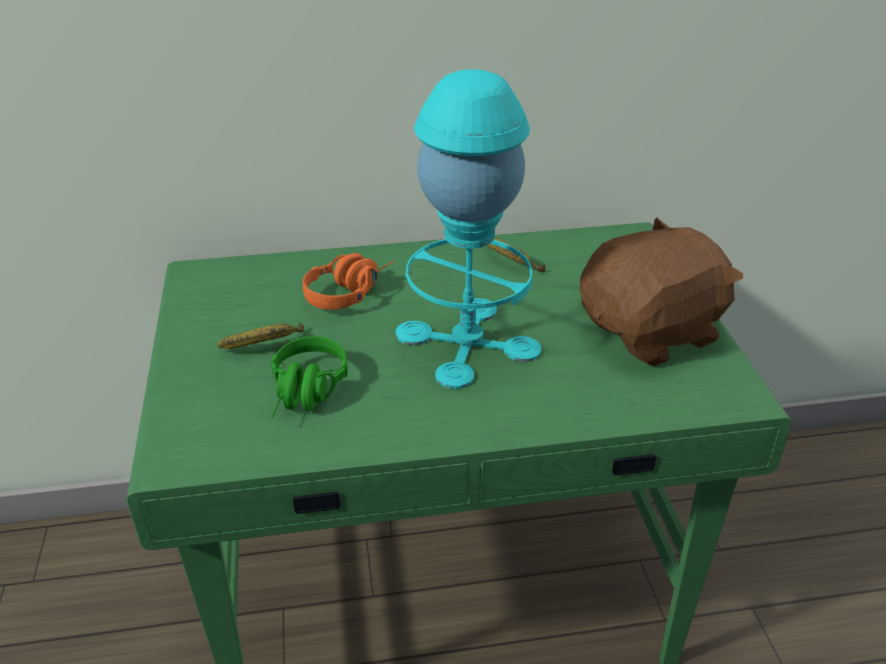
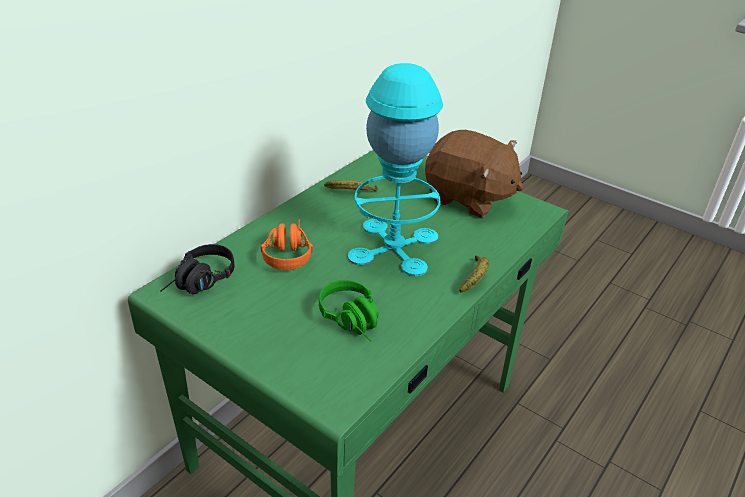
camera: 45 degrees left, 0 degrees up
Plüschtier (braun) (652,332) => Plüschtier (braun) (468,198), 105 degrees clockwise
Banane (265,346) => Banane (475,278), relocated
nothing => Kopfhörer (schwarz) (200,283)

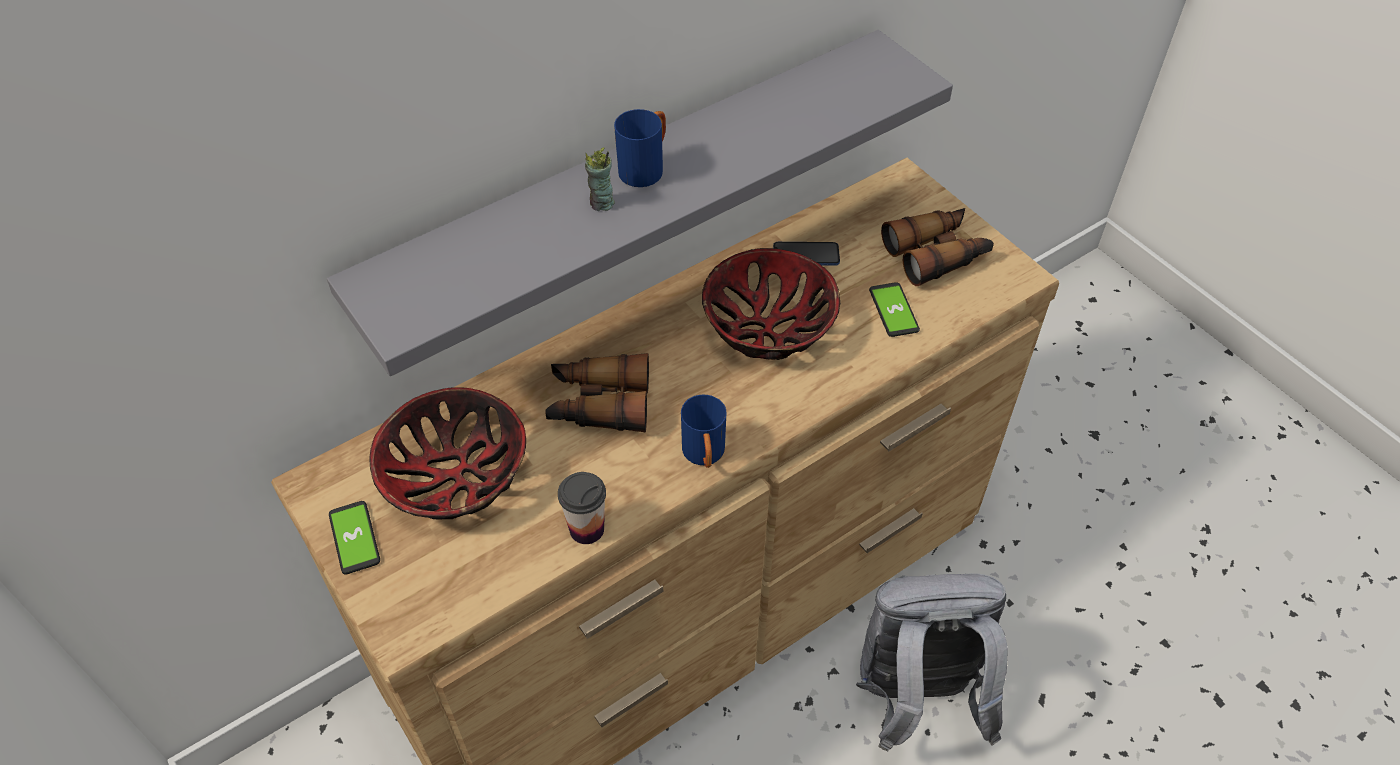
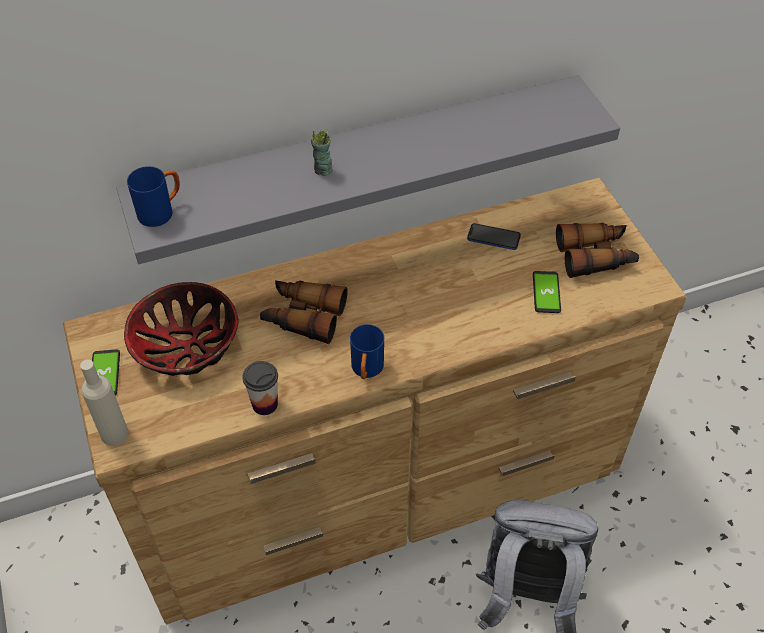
camera: 15 degrees right, 0 degrees up
Henkelbecher (blau) (646,168) => Henkelbecher (blau) (161,211), relocated
Schüssel (767,325) => nothing
nothing => Flasche (beige) (114,434)

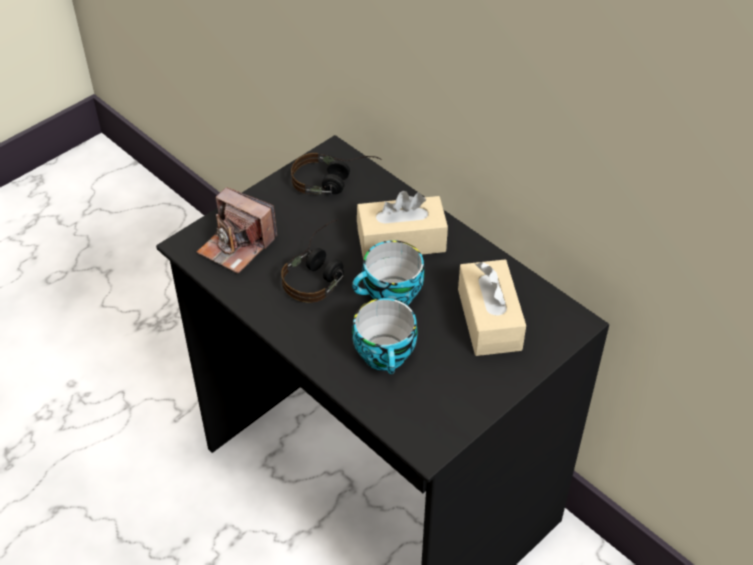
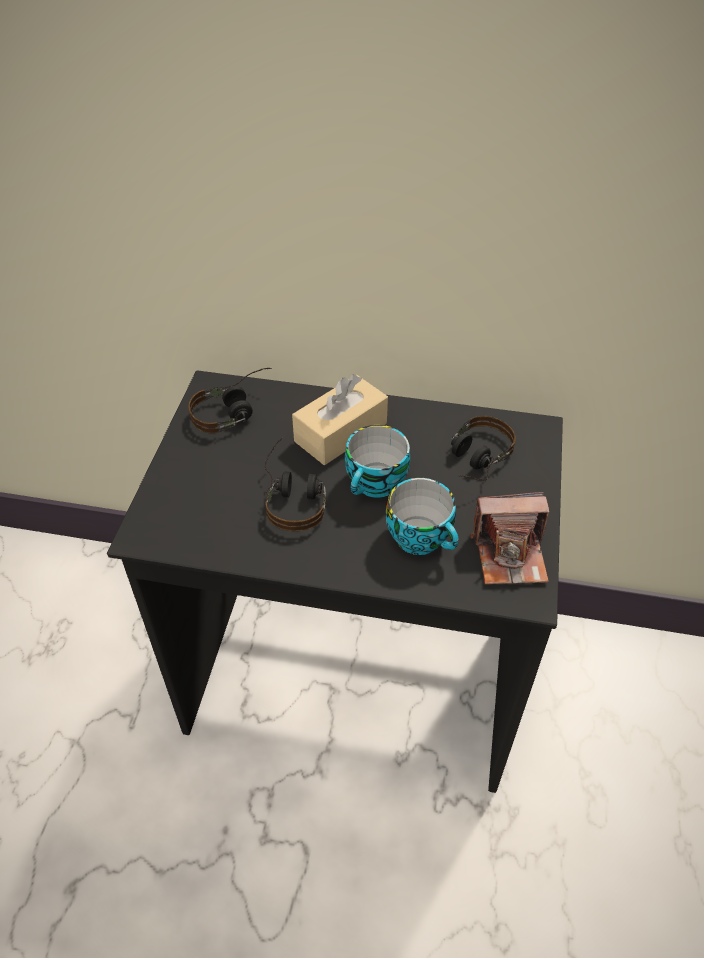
camera: 35 degrees left, 0 degrees up
Kamera (237,246) => Kamera (510,555), relocated
Taschentuchbox (beige) (489,319) => Kopfhörer (474,461)

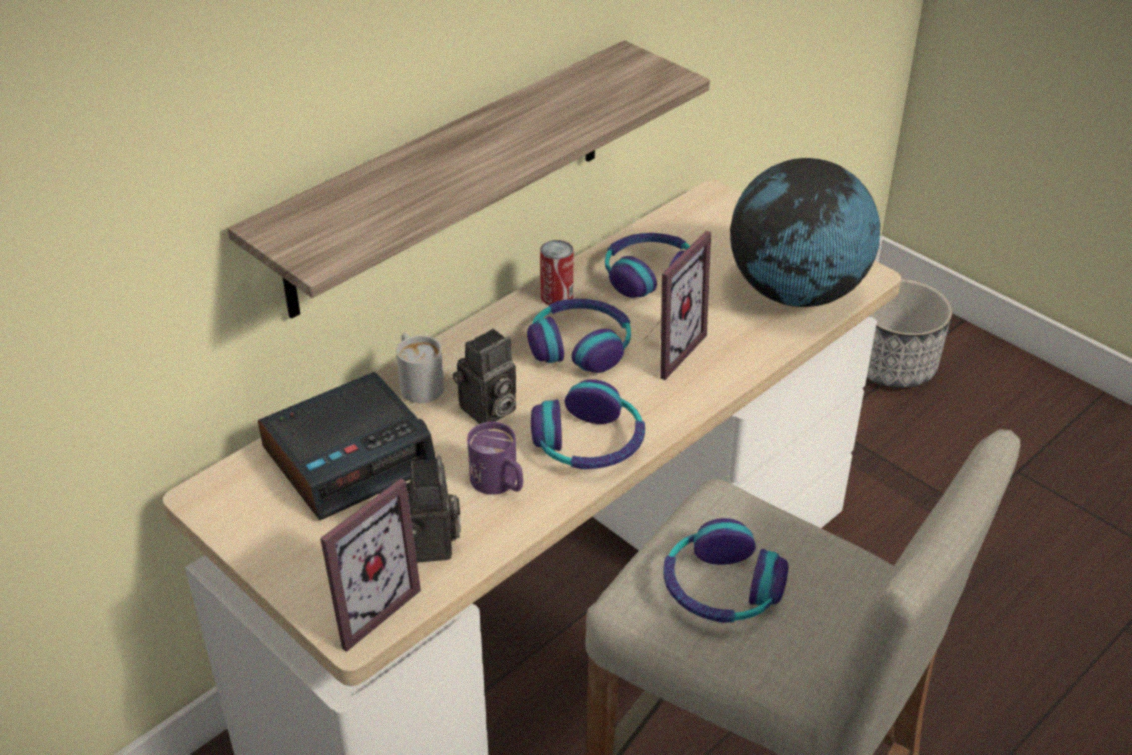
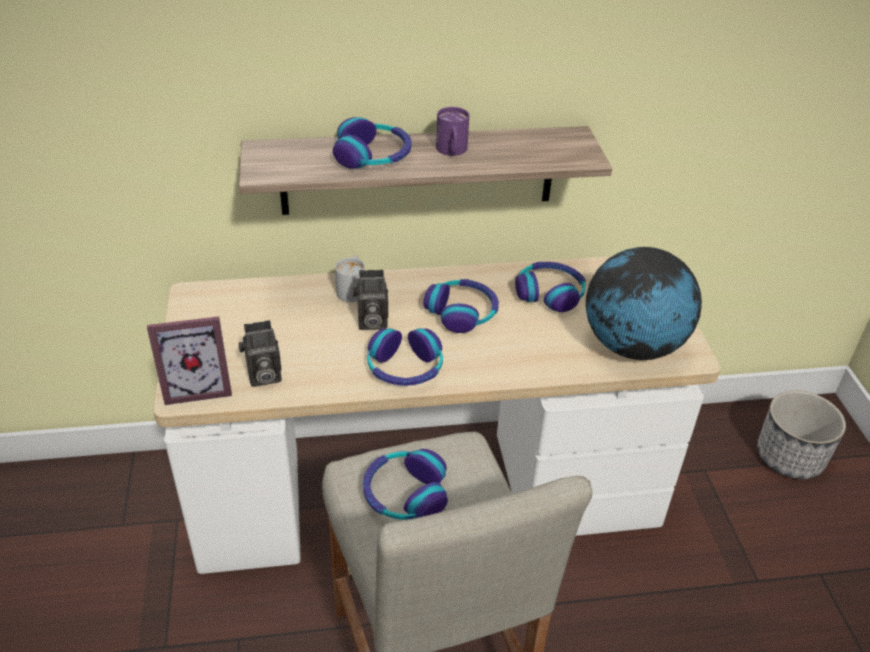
camera: 35 degrees right, 0 degrees up
Bilderrahmen (665,349) => nothing
Dose (557,296) => nothing
Wecker (350,457) => nothing
Henkelbecher (lila) (500,484) => Henkelbecher (lila) (452,151), relocated
Kamera (432,546) => Kamera (262,376), 45 degrees clockwise
nothing => Kopfhörer (373,156)

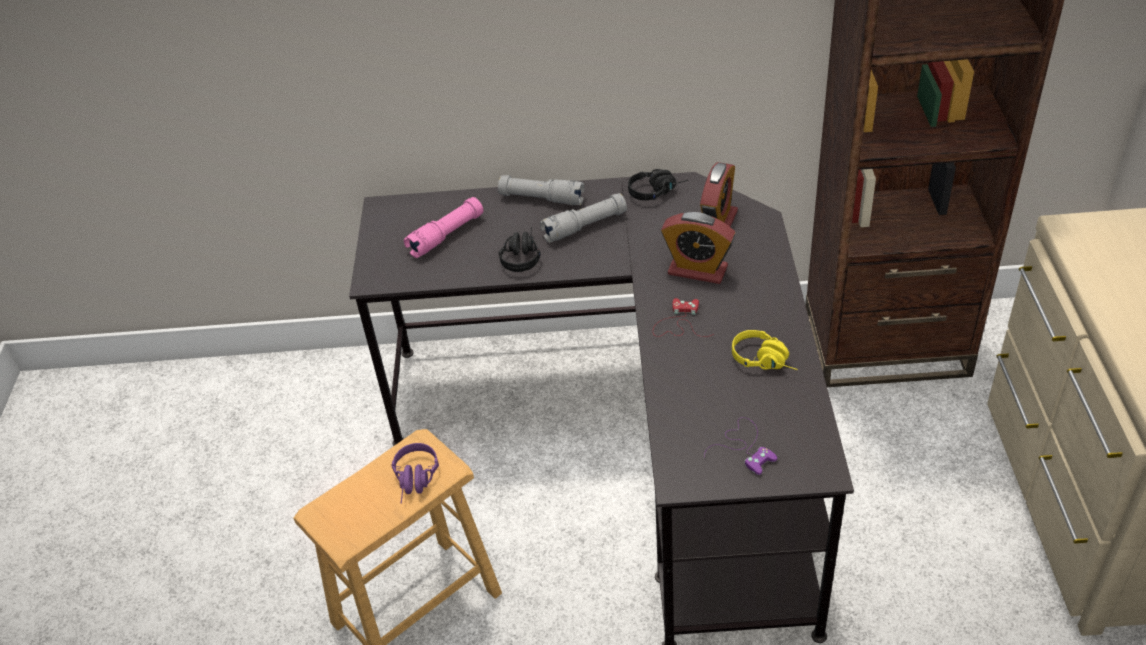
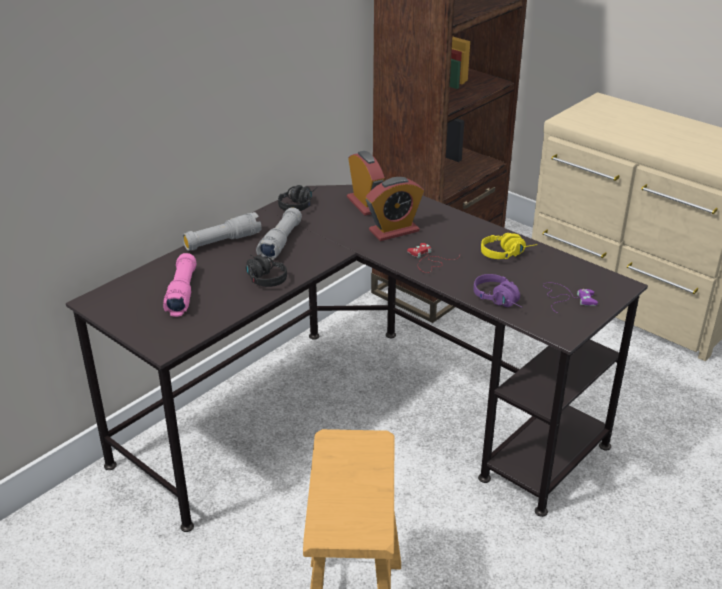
camera: 50 degrees left, 10 degrees down
Kopfhörer (lila) (416,481) => Kopfhörer (lila) (501,300), relocated

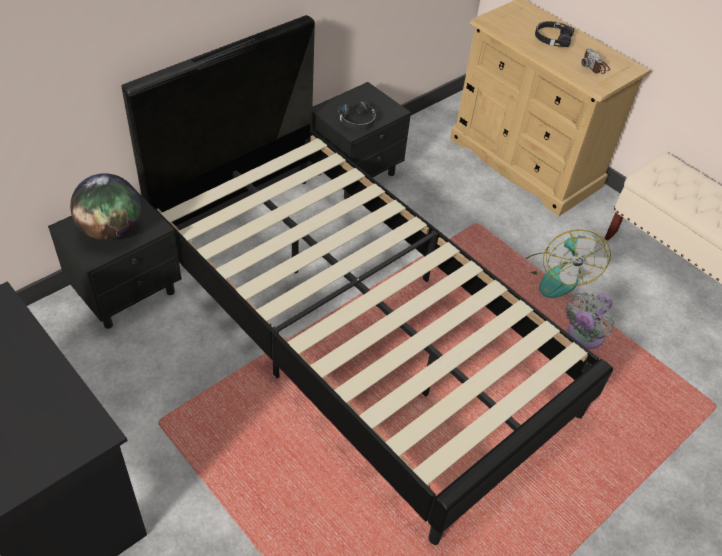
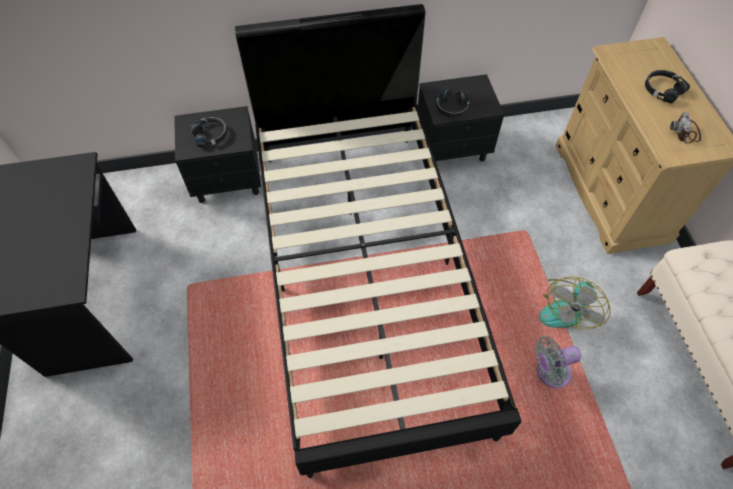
camera: 35 degrees right, 10 degrees up
Globus (111,231) => Kopfhörer (schwarz) (210,135)

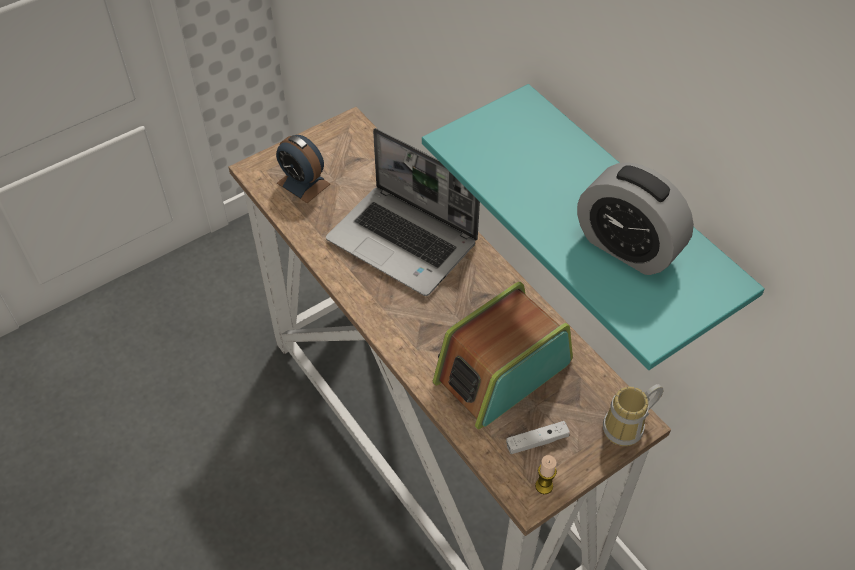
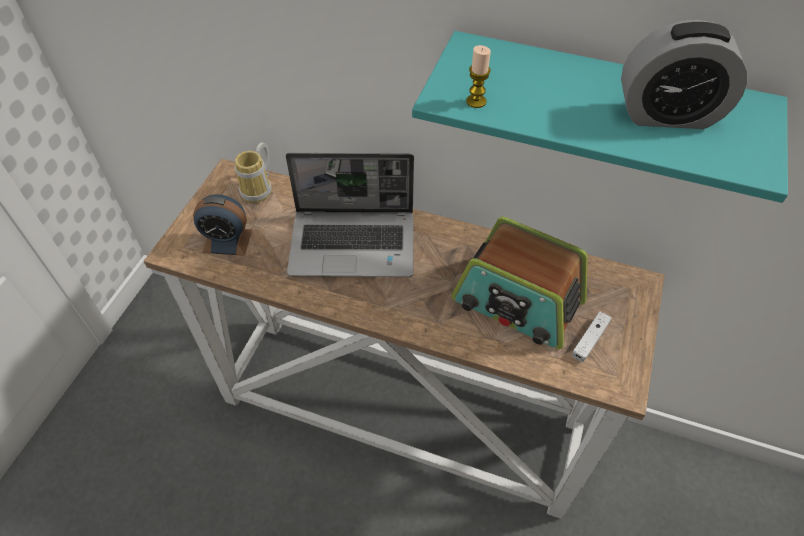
camera: 35 degrees left, 0 degrees up
Radio (501,371) => Radio (517,302), 75 degrees counterclockwise
Henkelbecher (629,428) => Henkelbecher (260,189), relocated
Kerze (544,486) => Kerze (476,101), relocated

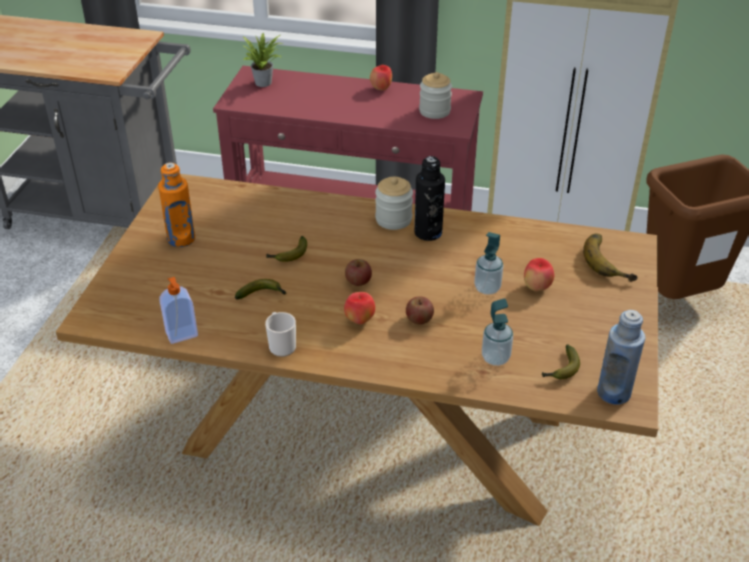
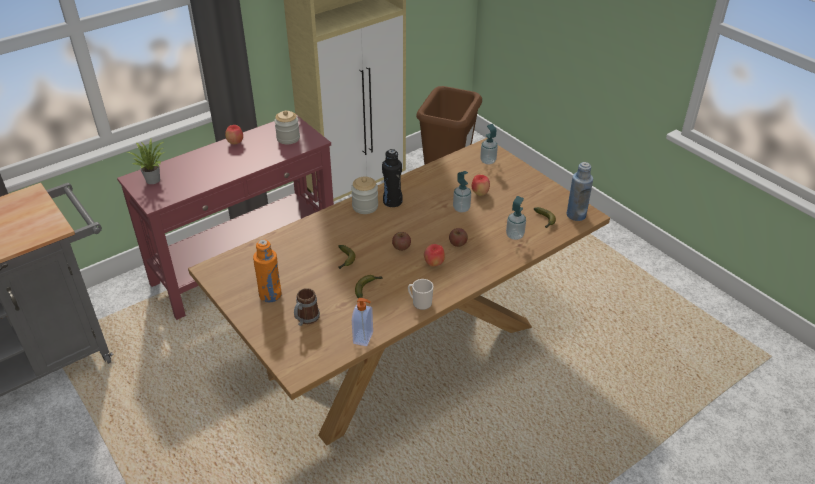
camera: 50 degrees left, 0 degrees up
Banane (610,260) => Seifenspender (488,161)
nothing => Henkelbecher (305,319)

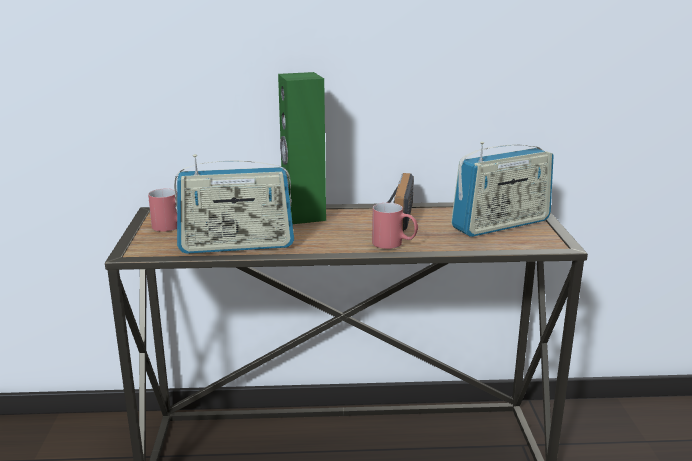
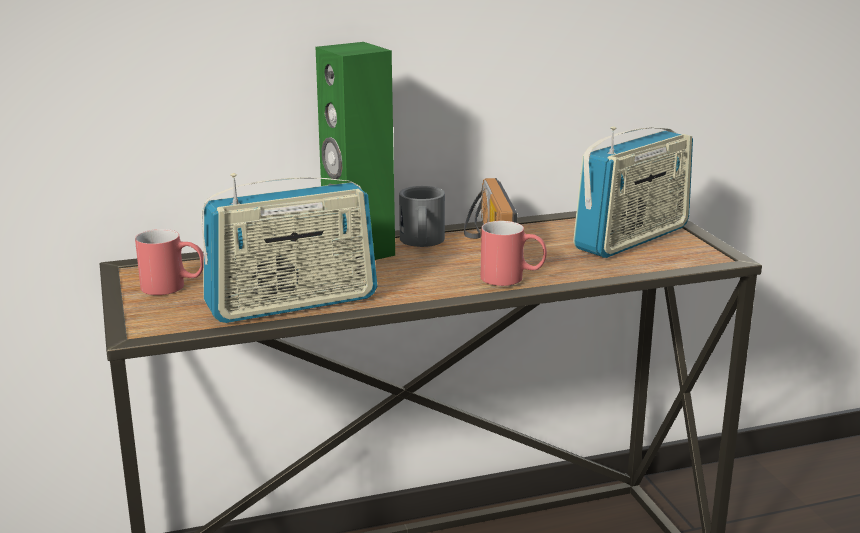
camera: 15 degrees left, 0 degrees up
nothing => Henkelbecher (grau) (422,242)

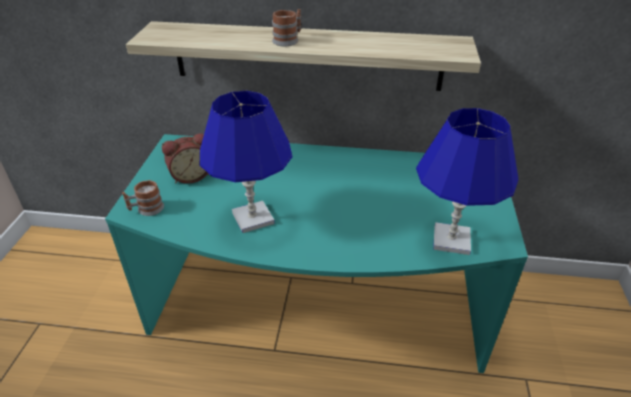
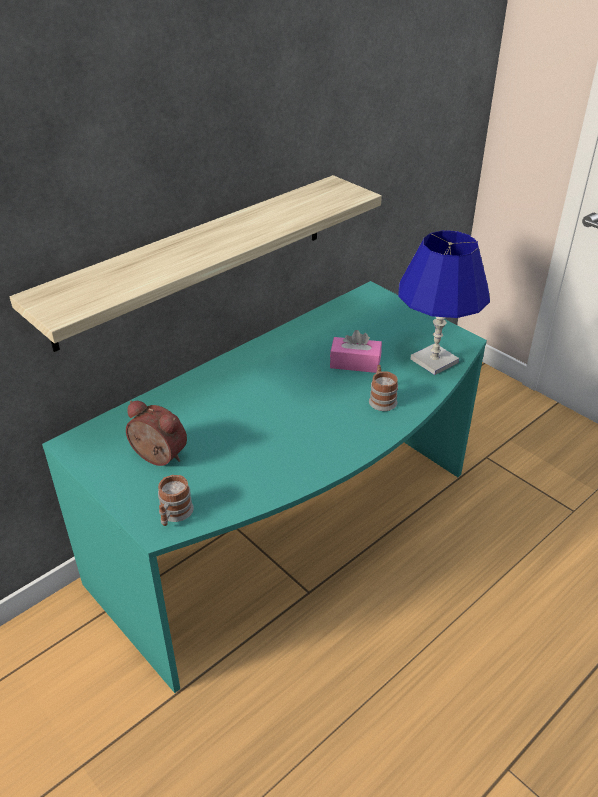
camera: 50 degrees left, 0 degrees up
Henkelbecher (288,40) => Henkelbecher (381,399), relocated
Tischlampe (blau) (252,218) => nothing
Wecker (190,176) => Wecker (157,458), 75 degrees counterclockwise
nothing => Taschentuchbox (rosa) (355,363)

